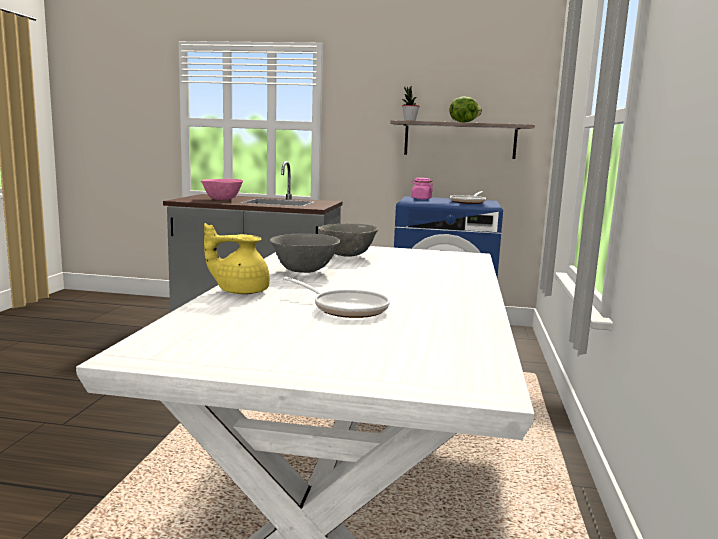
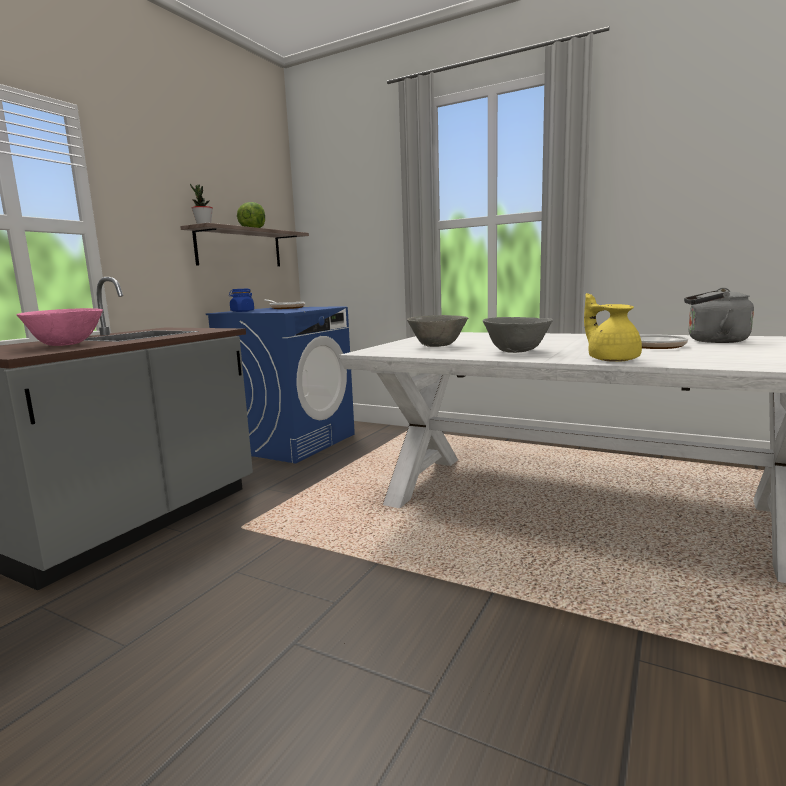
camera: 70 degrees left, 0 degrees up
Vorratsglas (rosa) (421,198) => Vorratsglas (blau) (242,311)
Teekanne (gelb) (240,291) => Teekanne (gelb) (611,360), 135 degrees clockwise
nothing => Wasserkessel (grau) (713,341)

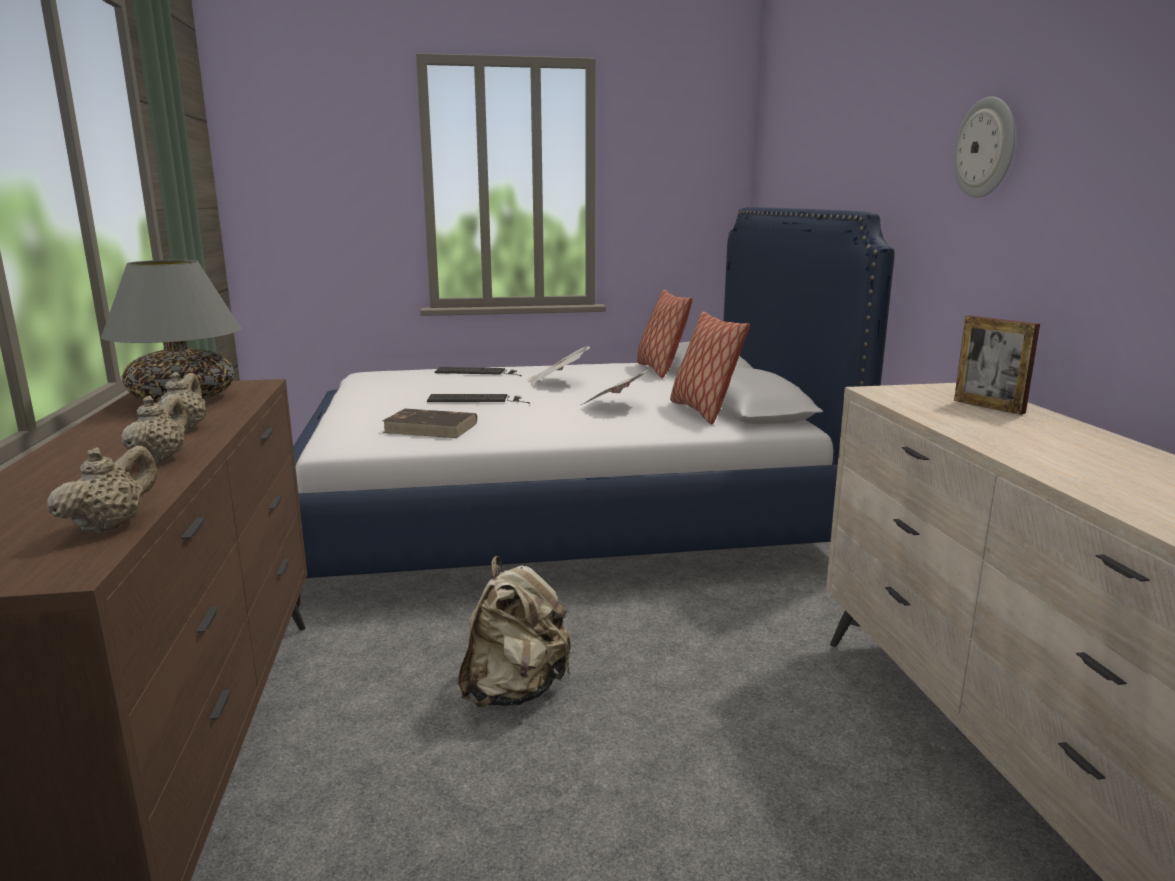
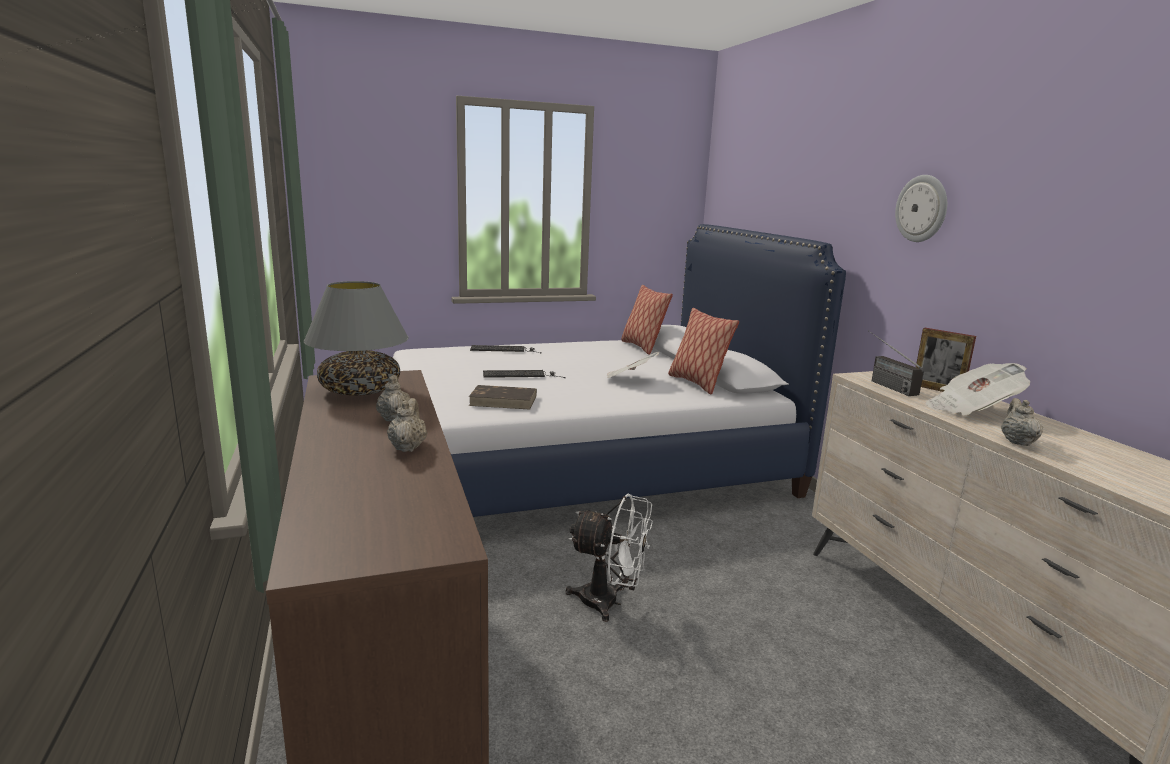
camera: 10 degrees left, 0 degrees up
Zeitung (556,382) => Zeitung (971,410), relocated
Teekanne (beige) (111,525) => Teekanne (beige) (1017,441), relocated
Rucksack (beige) (515,690) => Ventilator (weiß) (609,602)
nothing => Radio (883,384)

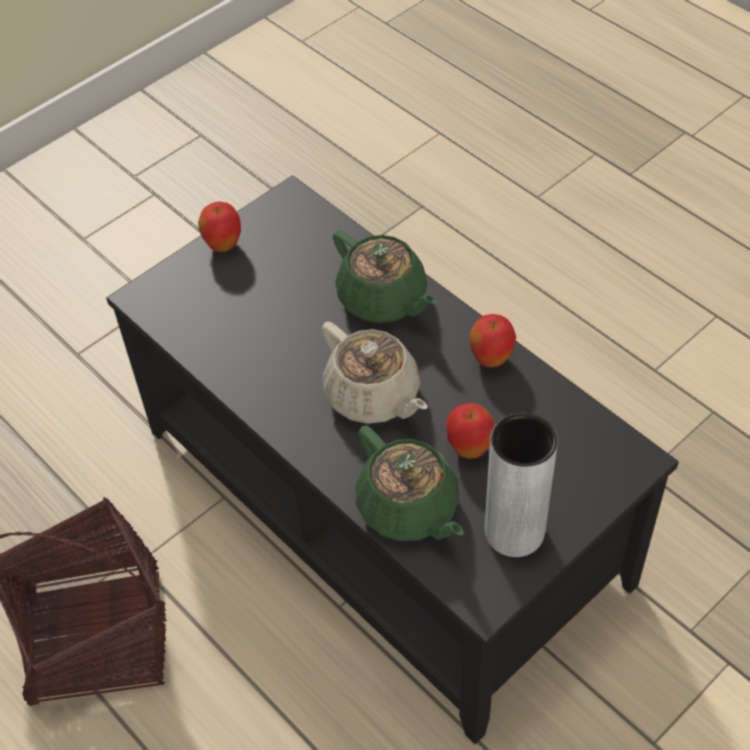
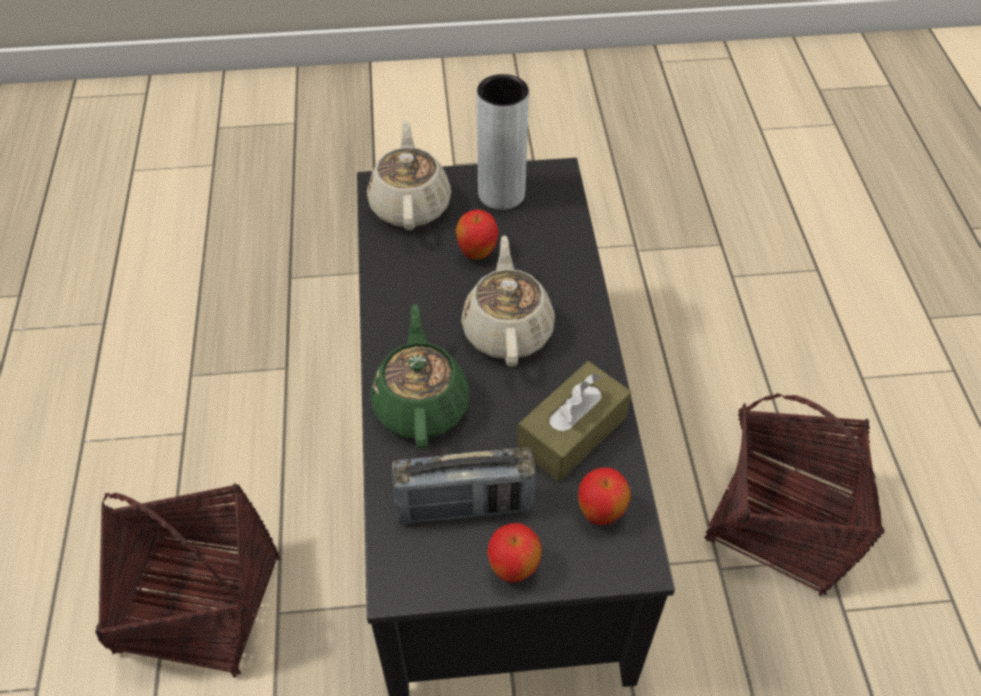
camera: 145 degrees left, 0 degrees up
Apfel (491,359) => Apfel (600,513), relocated
Teekanne (grün) (409,508) => nothing
nothing => Teekanne (beige) (410,205)
nothing => Taschentuchbox (braun) (572,433)
nothing => Radio (464,507)
nothing => Korb (200,605)

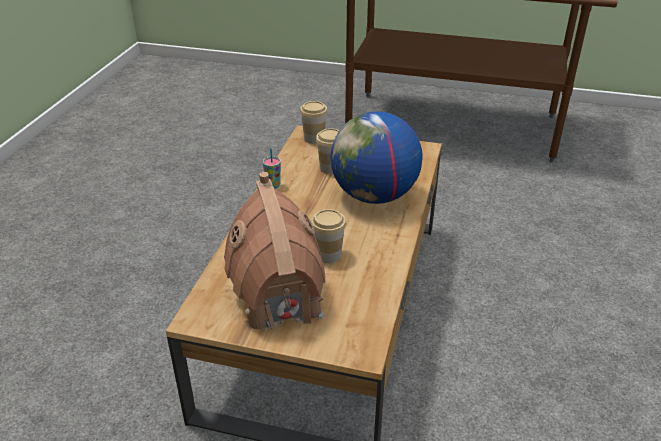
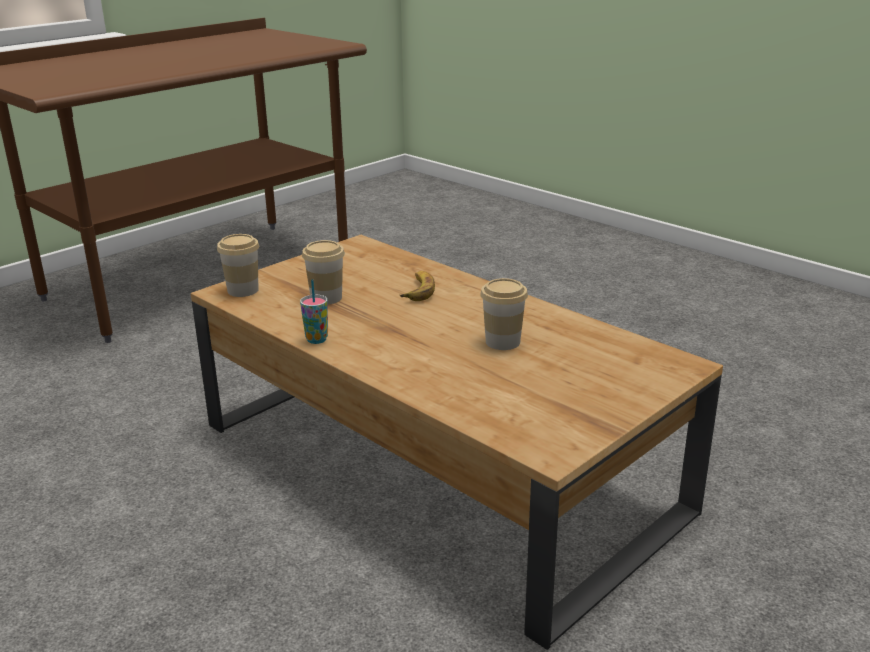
camera: 60 degrees left, 10 degrees down
Globus (374,196) => Banane (418,290)
Spielzeughaus (278,300) => nothing

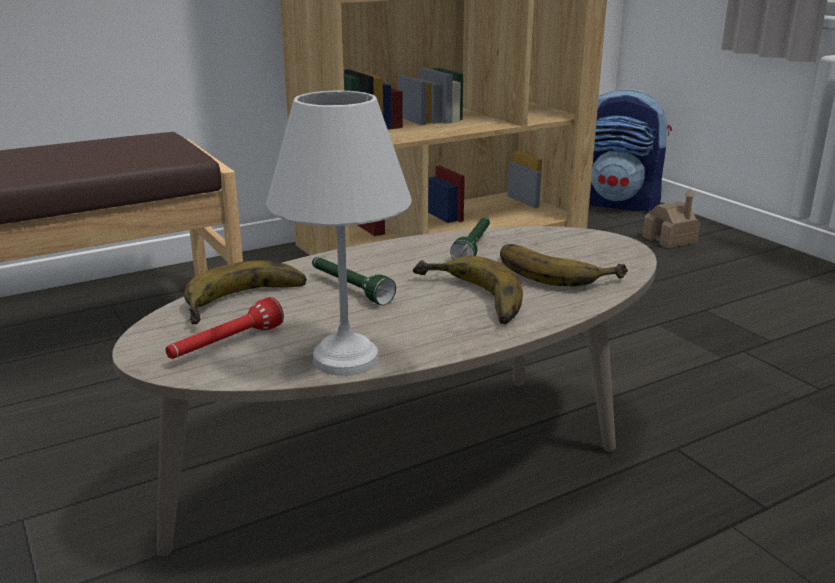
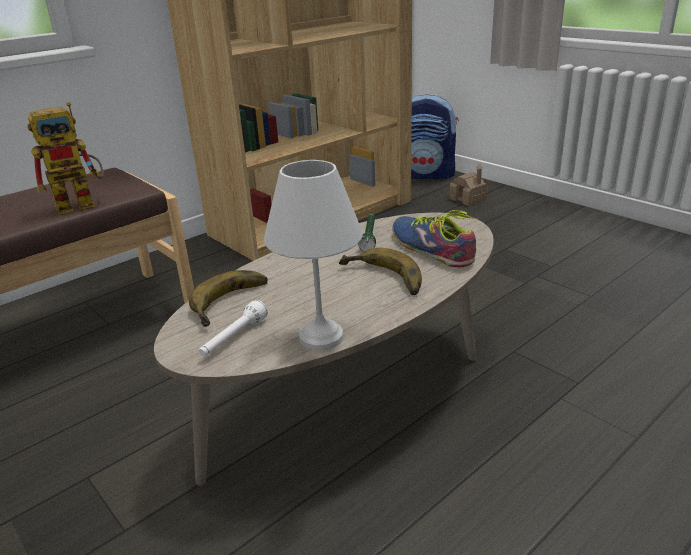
camera: 10 degrees left, 5 degrees up
Banane (556,270) => Schuh (431,249)
Taschenlampe (grün) (349,289) => nothing
Taschenlampe (rot) (225,345) => Taschenlampe (weiß) (233,338)
nothing => Spielzeugroboter (83,203)

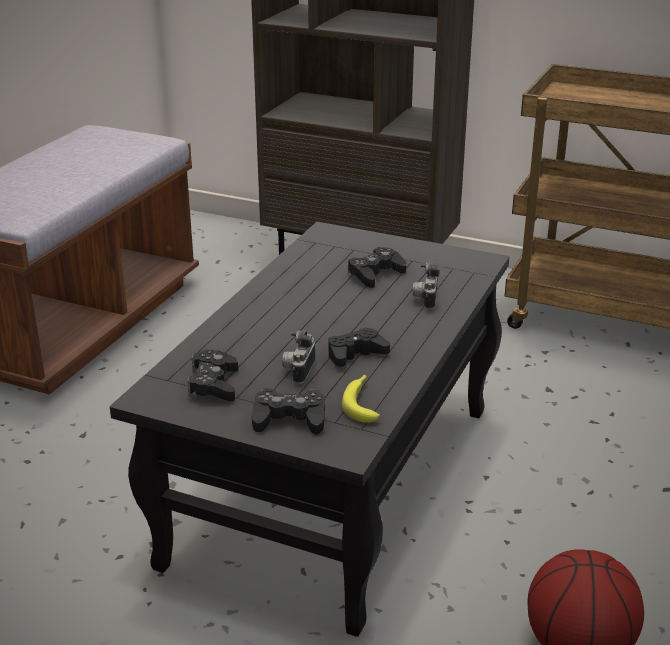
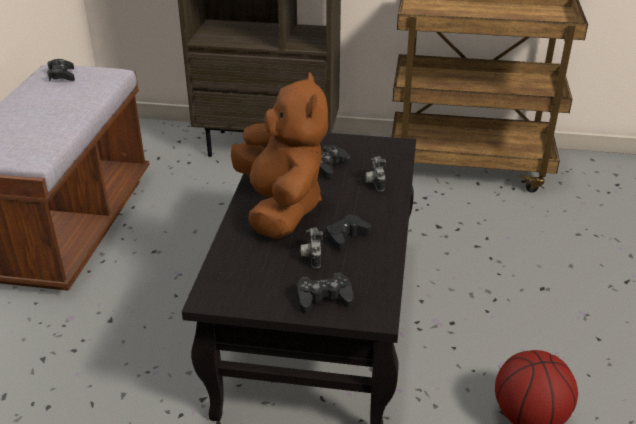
camera: 15 degrees left, 5 degrees up
Gamepad (schwarz) (213,384) => Gamepad (schwarz) (62,75), relocated
Banane (362,403) => nothing
nothing => Plüschtier (braun) (280,208)

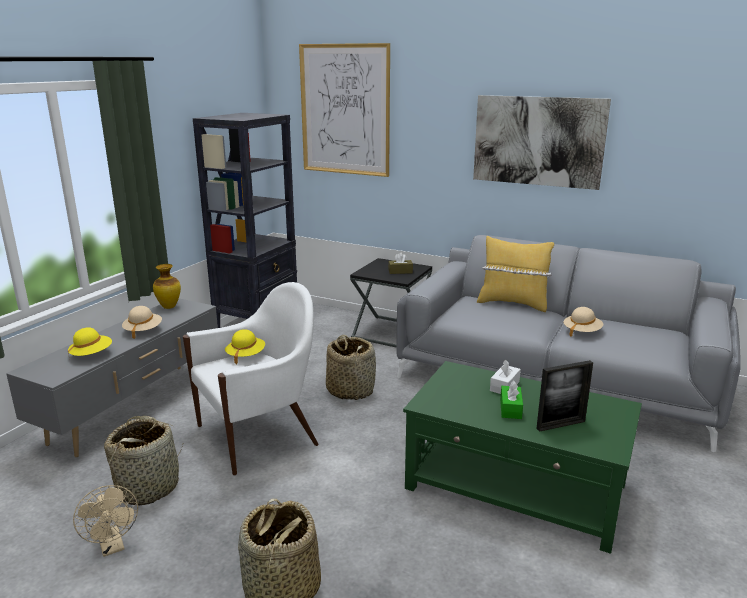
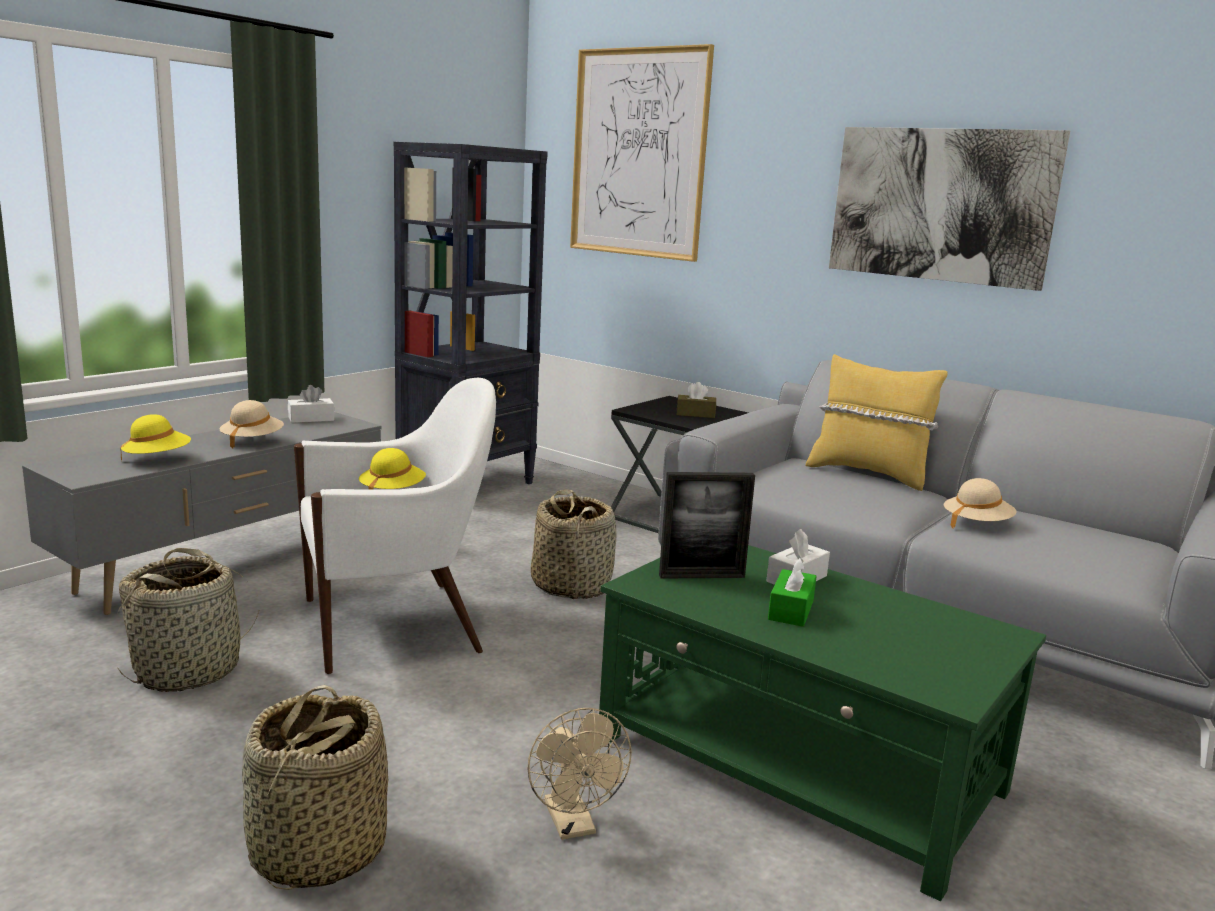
camera: 10 degrees right, 5 degrees down
Vase (169,307) => Taschentuchbox (weiß) (311,419)
Bilderrahmen (560,425) => Bilderrahmen (702,576), relocated
Ventilator (beige) (112,547) => Ventilator (beige) (573,825), relocated

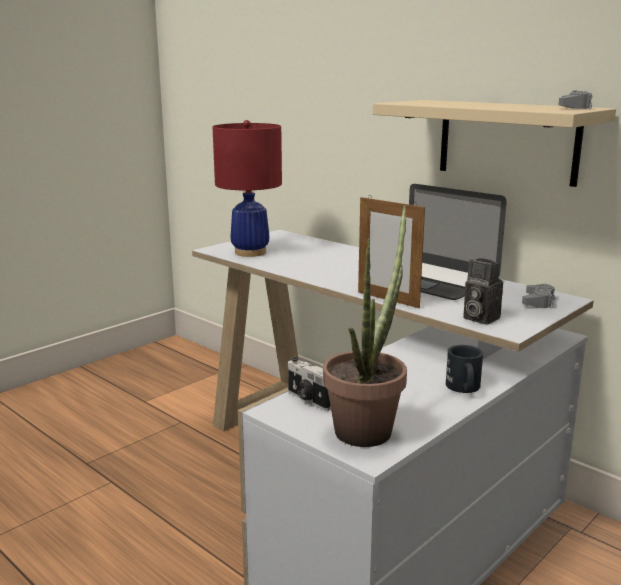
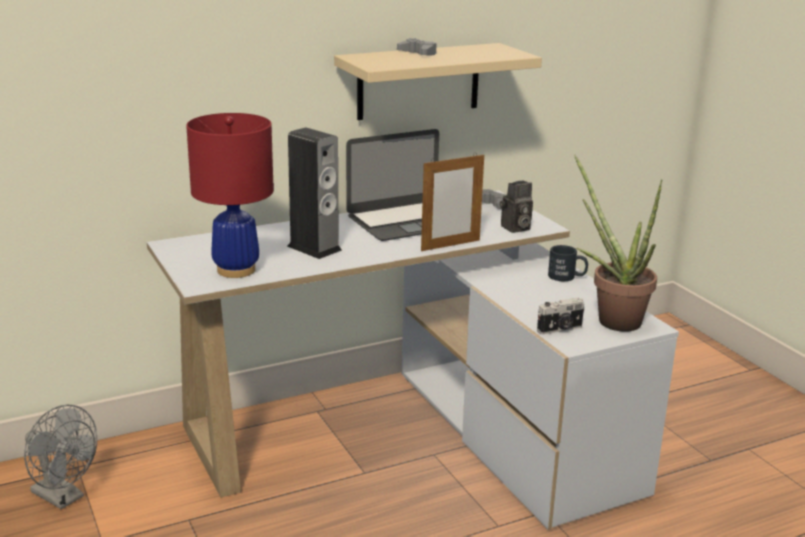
camera: 70 degrees left, 5 degrees up
Gamepad (grau) (575,107) => Gamepad (grau) (418,53), relocated
nothing => Lautsprecher (314,248)
nothing => Ventilator (grau) (63,497)

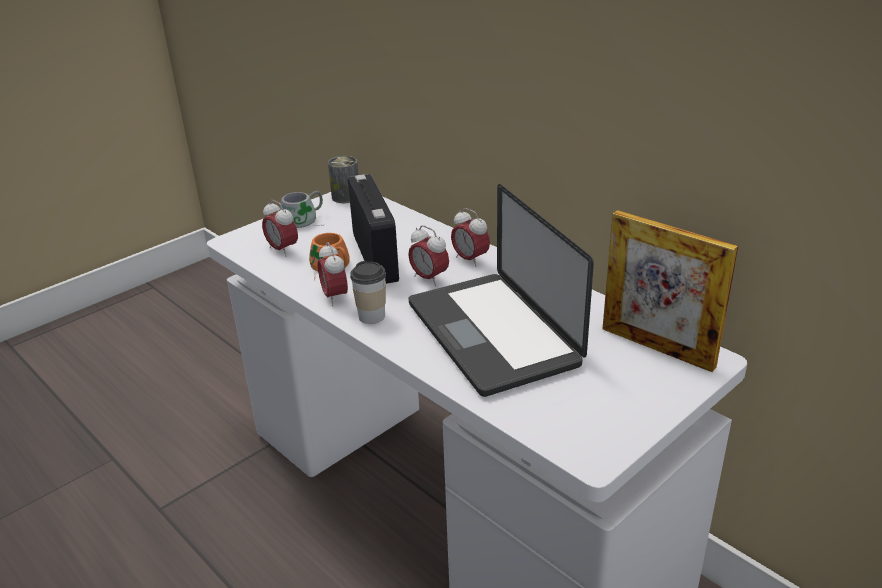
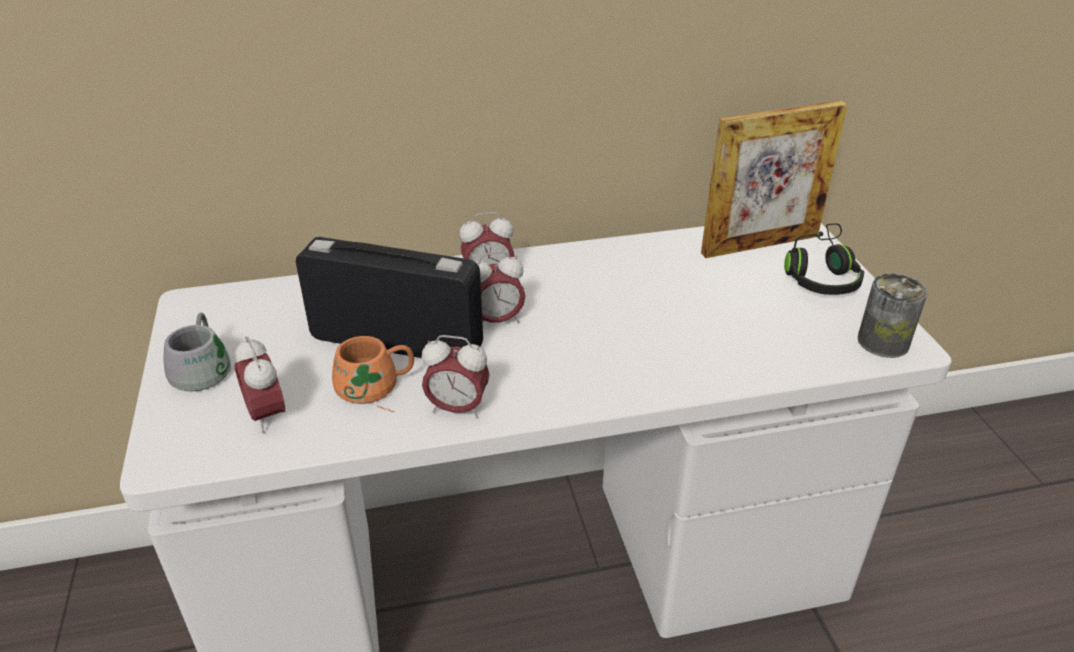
camera: 60 degrees left, 5 degrees up
Dose (346,197) => Dose (883,342), relocated
Laptop (492,334) => nothing
Wecker (282,250) => Wecker (267,415), 75 degrees clockwise
Tasse (371,316) => nothing
nothing => Kopfhörer (schwarz) (821,274)

